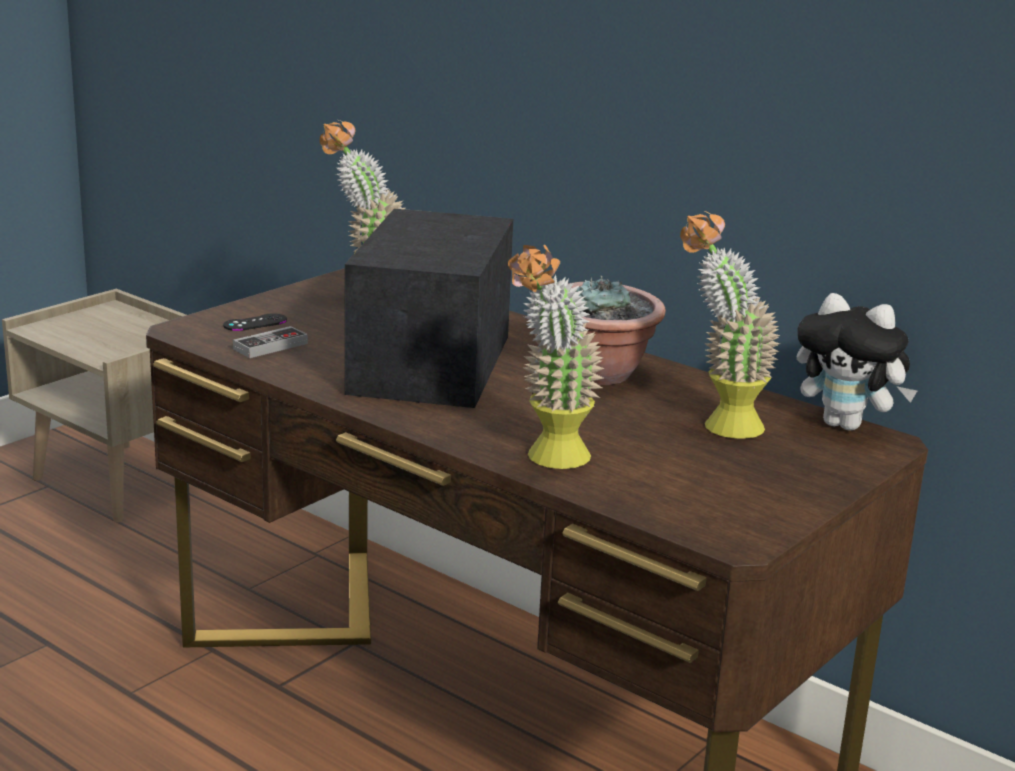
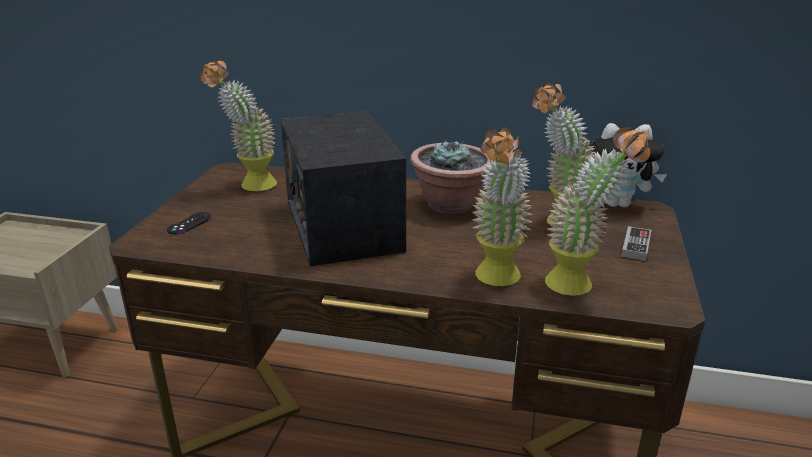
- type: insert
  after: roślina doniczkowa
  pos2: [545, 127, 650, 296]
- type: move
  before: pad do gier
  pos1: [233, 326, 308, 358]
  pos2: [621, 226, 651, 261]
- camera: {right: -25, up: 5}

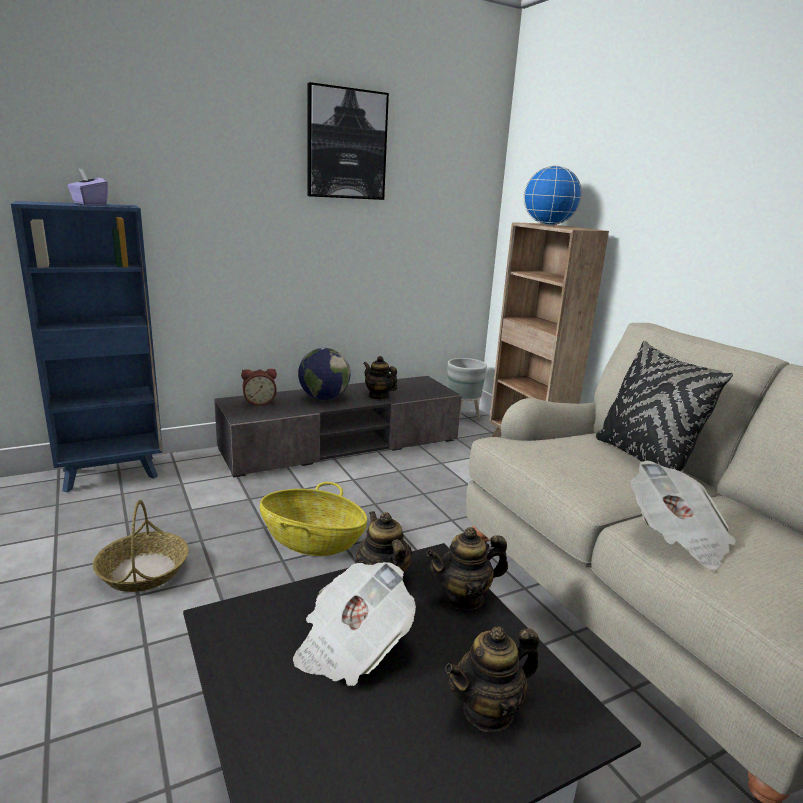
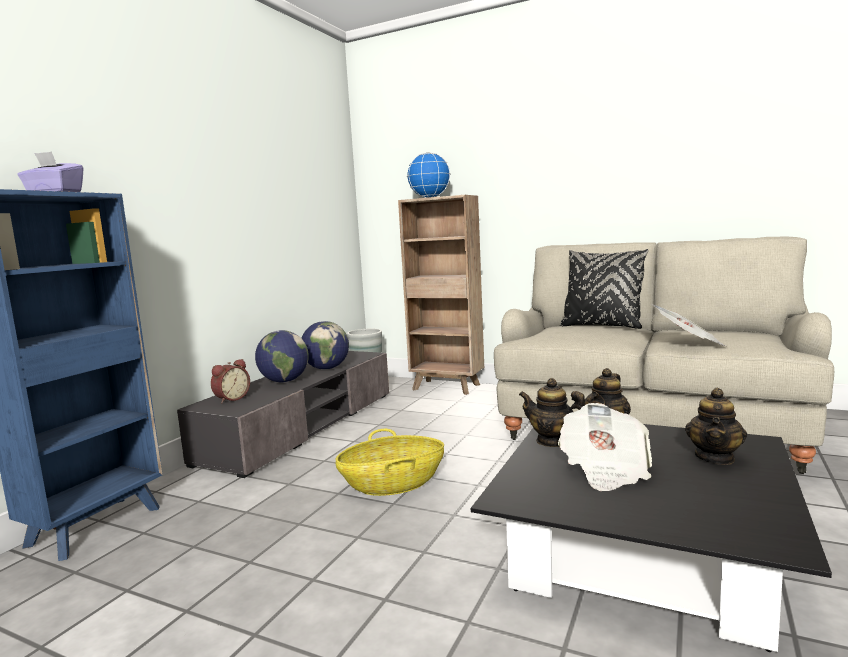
- type: replace
  before: imbryk
  after: globus
  pos1: [363, 356, 398, 399]
  pos2: [301, 321, 349, 370]
- type: delete
  before: koszyk
  pos1: [93, 500, 189, 592]
- type: delete
  before: obraz
  pos1: [307, 82, 389, 200]
- camera: {right: -35, up: -10}

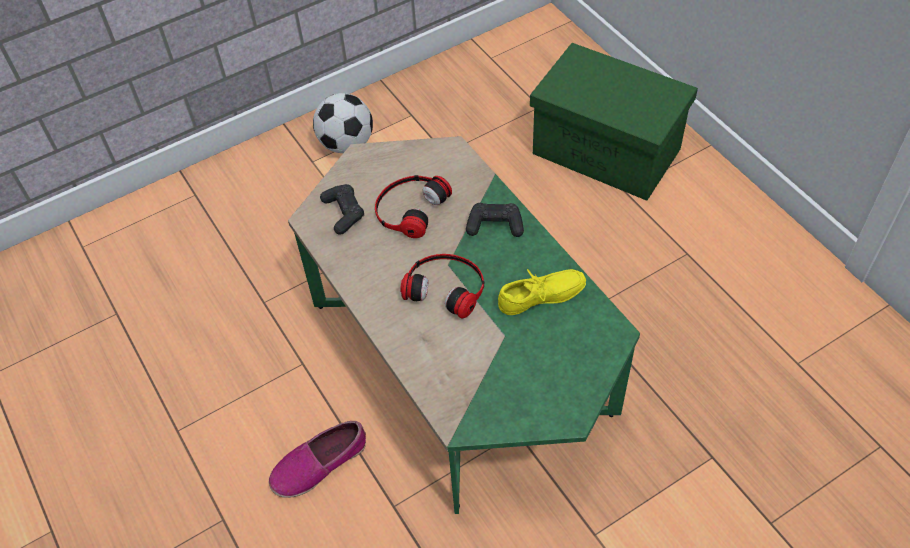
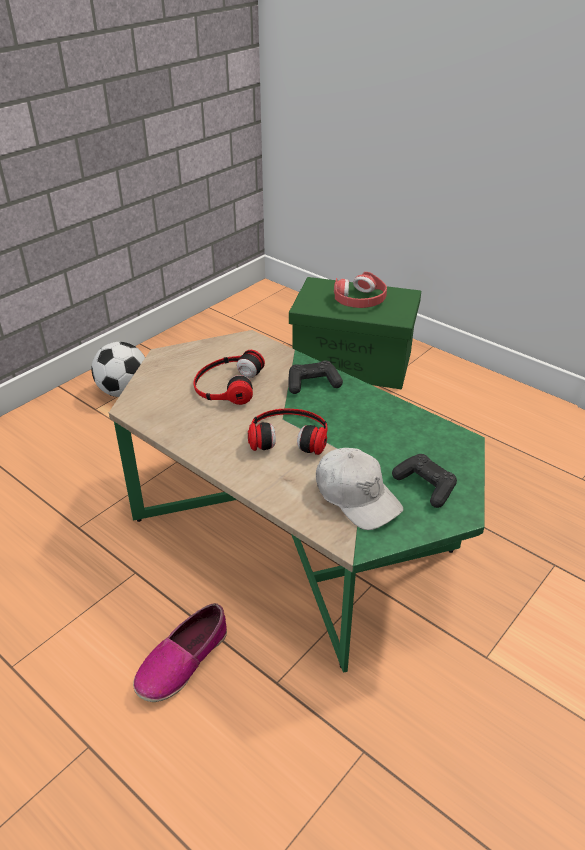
- type: insert
  after: czapka z daszkiem [biały]
  pos2: [316, 448, 403, 530]
- type: insert
  after: słuchawki [czerwony]
  pos2: [334, 272, 387, 308]
- type: move
  before: pad do gier [czarny]
  pos1: [320, 184, 364, 234]
  pos2: [392, 454, 457, 508]
- type: delete
  before: but [żółty]
  pos1: [498, 269, 586, 315]
- camera: {right: -20, up: -15}

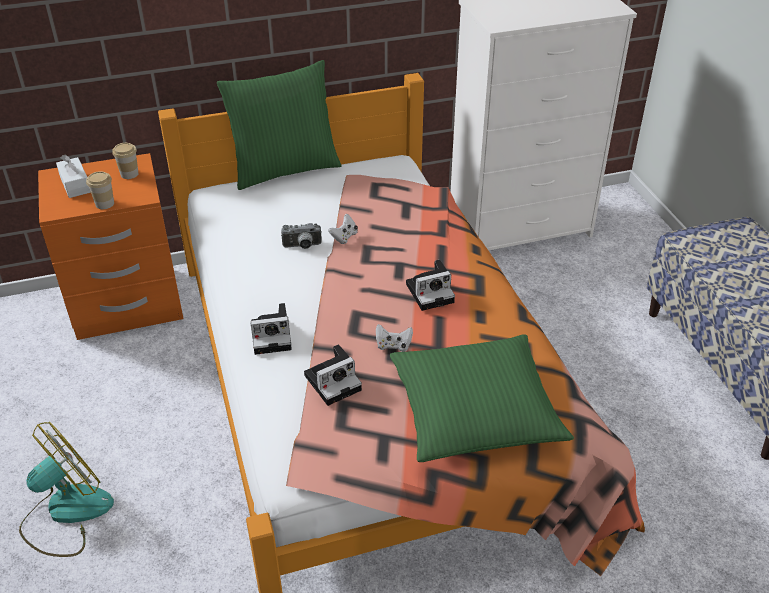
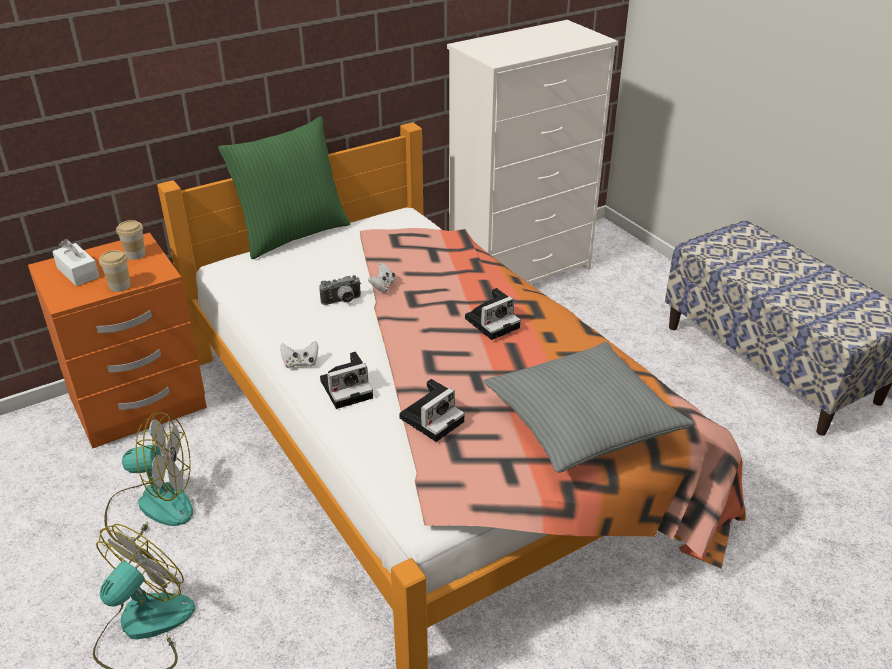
- type: insert
  after: wentylator
  pos2: [104, 412, 193, 545]
- type: move
  before: pad do gier [biały]
  pos1: [376, 324, 413, 352]
  pos2: [280, 341, 318, 368]
- type: recolor
  before: poduszka [zielony]
  after: poduszka [szary]
  pos1: [390, 334, 574, 462]
  pos2: [483, 342, 695, 473]
- camera: {right: -15, up: -5}

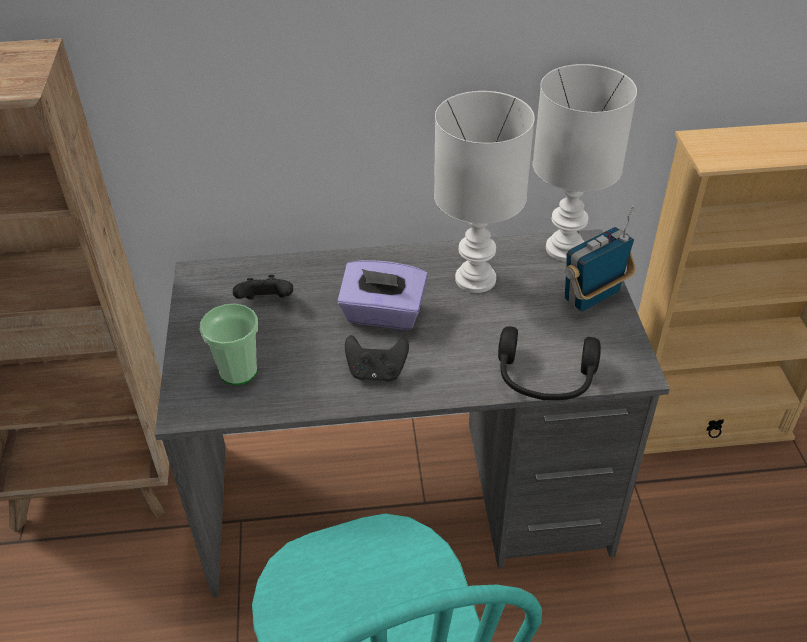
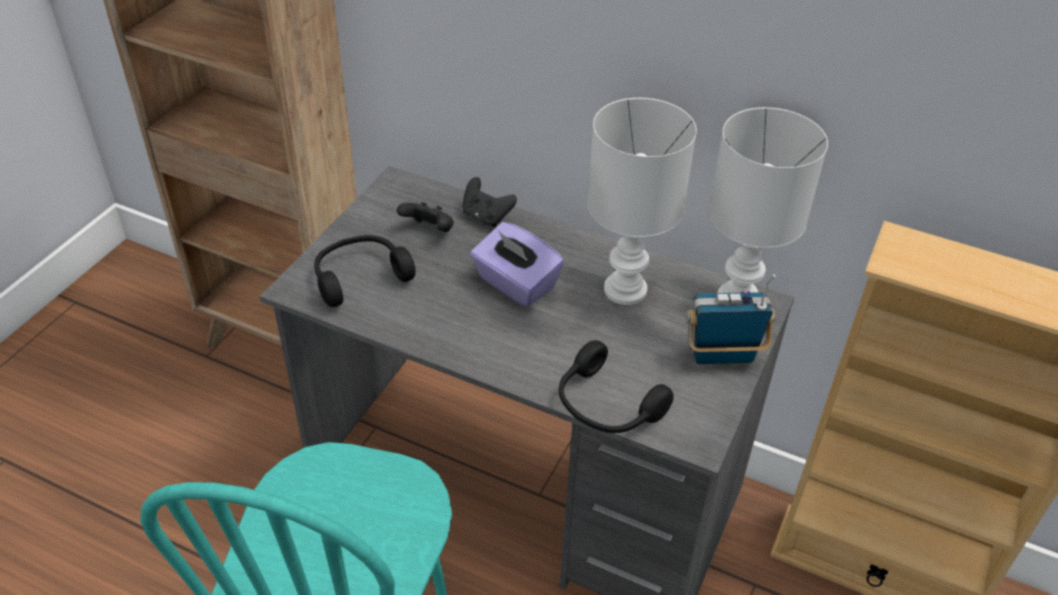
- type: replace
  before: filiżanka
  after: słuchawki [czarny]
  pos1: [199, 304, 258, 385]
  pos2: [314, 235, 416, 307]
- type: move
  before: pad do gier [czarny]
  pos1: [345, 335, 409, 382]
  pos2: [462, 177, 517, 227]
- camera: {right: 30, up: 0}

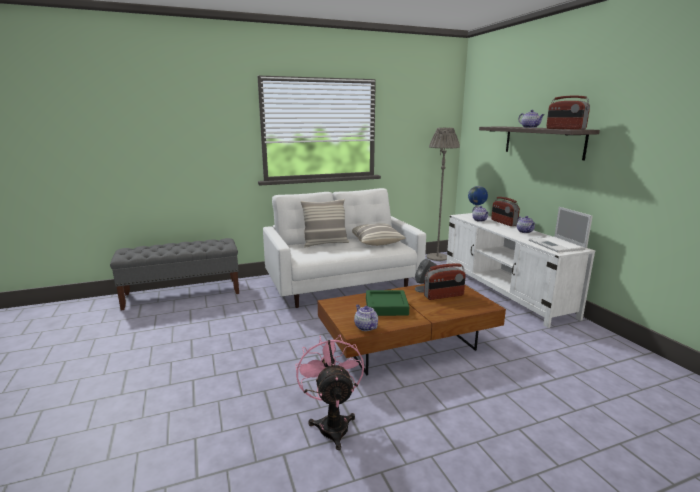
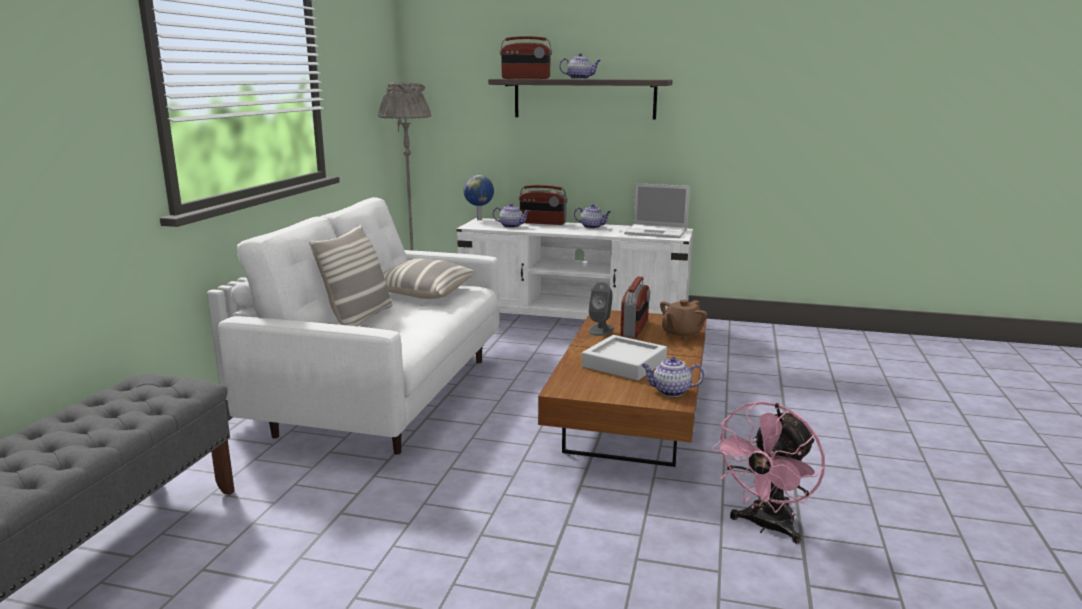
- type: move
  before: radio
  pos1: [546, 96, 590, 130]
  pos2: [500, 36, 552, 79]
- type: recolor
  before: taca [zielony]
  after: taca [szary]
  pos1: [366, 290, 409, 316]
  pos2: [582, 335, 667, 381]
- type: insert
  after: imbryk [brązowy]
  pos2: [660, 300, 708, 340]
- type: rotate
  before: wentylator [różowy]
  pos1: [295, 335, 364, 450]
  pos2: [711, 401, 825, 544]
  turn: -75
- camera: {right: -55, up: 0}

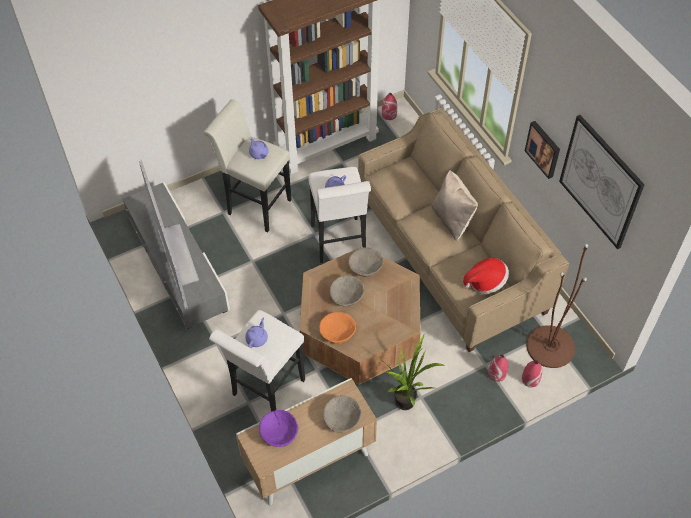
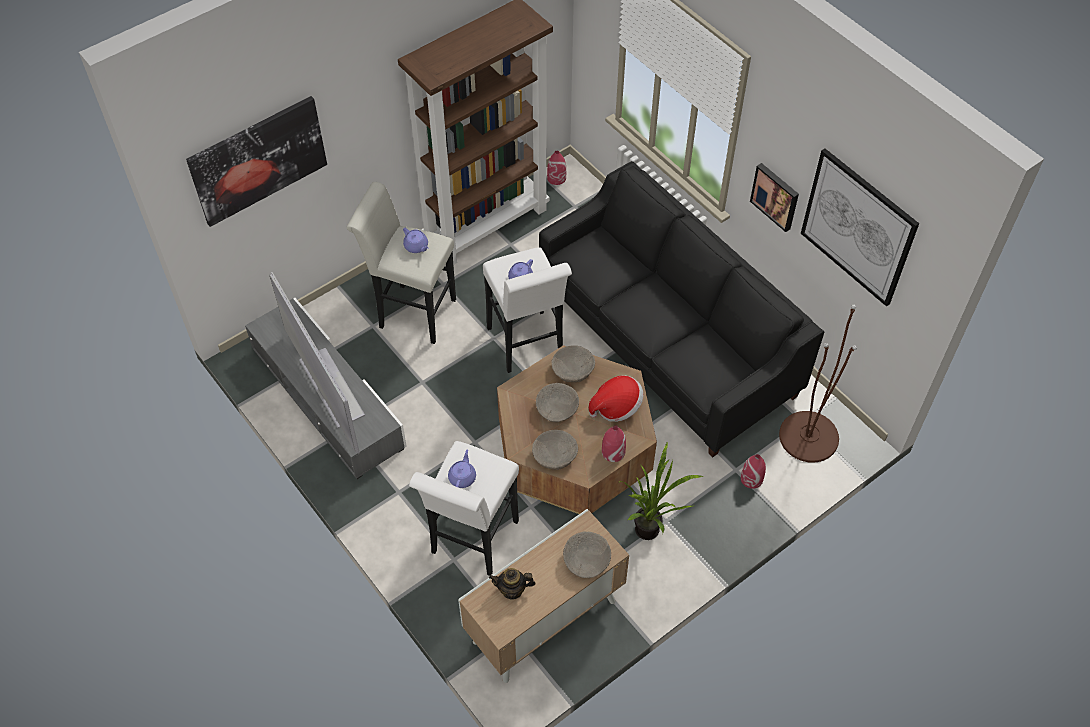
- type: insert
  after: obraz
  pos2: [186, 96, 327, 227]
- type: replace
  before: miska [fioletowy]
  after: imbryk
  pos1: [259, 410, 298, 447]
  pos2: [489, 568, 536, 600]
- type: recolor
  before: miska [pomarańczowy]
  after: miska [beżowy]
  pos1: [319, 312, 356, 344]
  pos2: [532, 430, 578, 470]
- type: recolor
  before: kanapa [beżowy]
  after: kanapa [czarny]
  pos1: [358, 108, 569, 352]
  pos2: [539, 161, 824, 458]
- type: move
  before: kapelusz
  pos1: [463, 258, 509, 294]
  pos2: [589, 375, 643, 422]
- type: move
  before: wazon [czerwony]
  pos1: [522, 360, 542, 387]
  pos2: [602, 425, 626, 462]
- type: delete
  before: poduszka [beżowy]
  pos1: [431, 170, 478, 241]
- camera: {right: -10, up: 0}

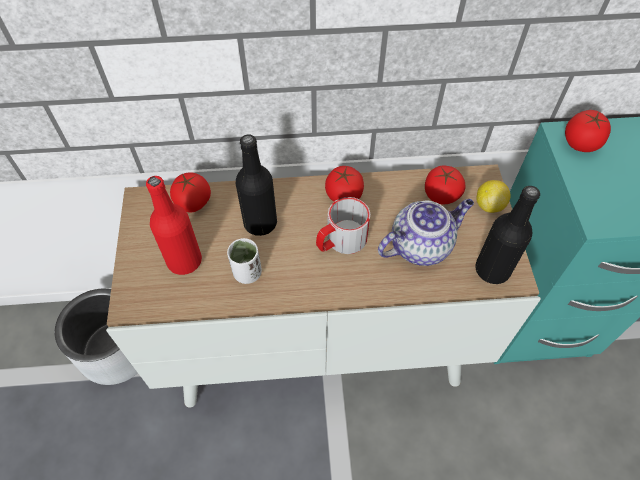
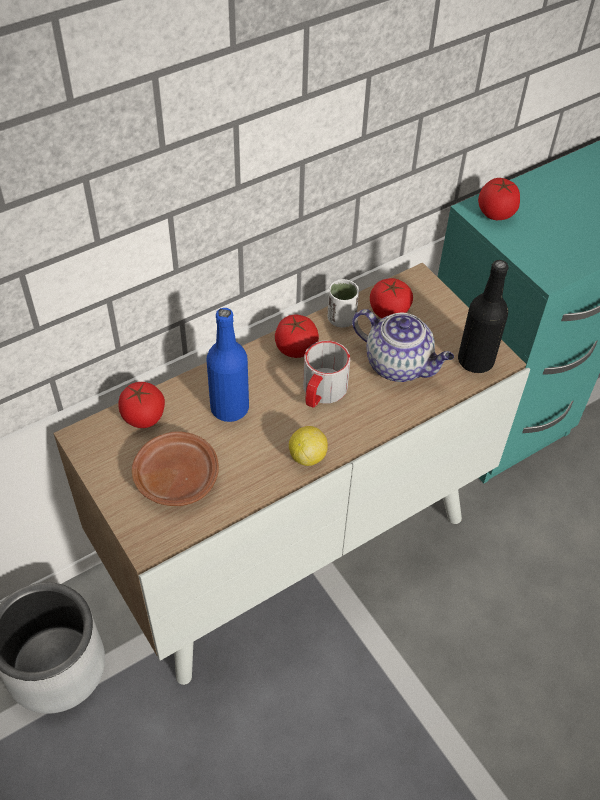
- type: replace
  before: butelka [czerwony]
  after: talerz [brązowy]
  pos1: [146, 176, 202, 275]
  pos2: [132, 431, 219, 506]
- type: recolor
  before: butelka [czarny]
  after: butelka [niebieski]
  pos1: [236, 134, 277, 236]
  pos2: [206, 308, 249, 422]
- type: move
  before: cytryna
  pos1: [476, 180, 511, 213]
  pos2: [289, 426, 328, 466]
- type: move
  before: filiżanka [biały]
  pos1: [227, 238, 262, 284]
  pos2: [328, 279, 359, 328]
- type: rotate
  before: imbryk
  pos1: [378, 199, 474, 266]
  pos2: [352, 309, 454, 382]
  turn: 90
- camera: {right: -30, up: -5}

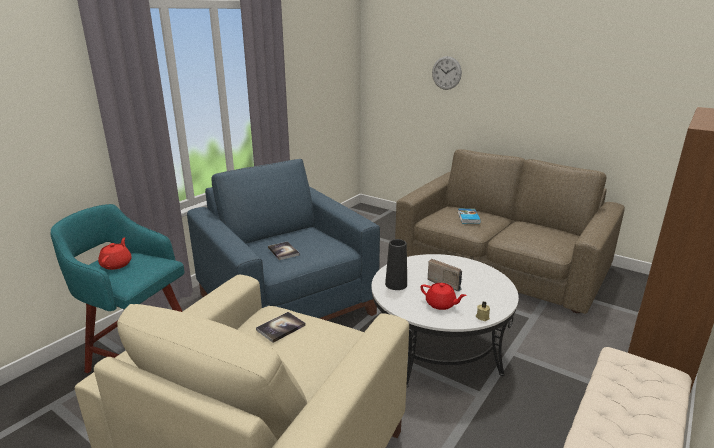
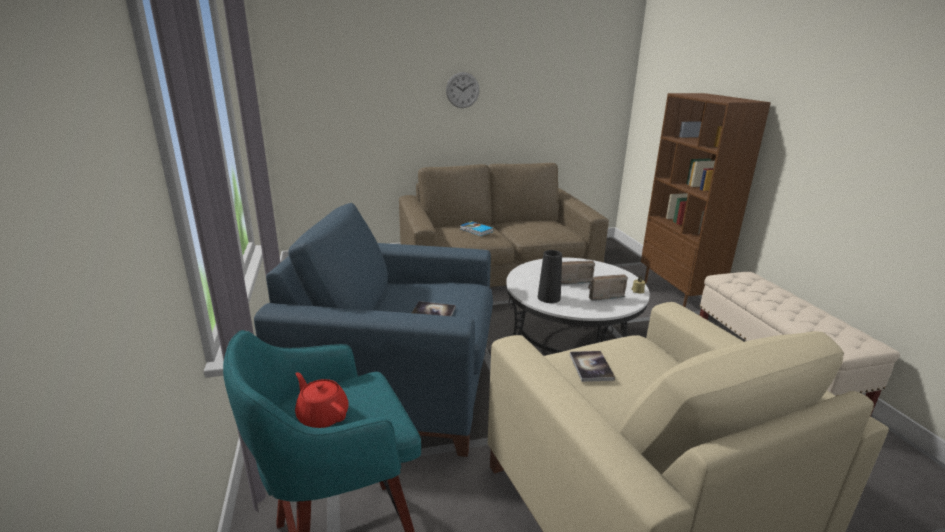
- type: move
  before: zegar ścienny
  pos1: [432, 56, 462, 90]
  pos2: [446, 72, 479, 108]
- type: replace
  before: imbryk [czerwony]
  after: radio
  pos1: [420, 283, 467, 310]
  pos2: [588, 275, 628, 300]
- camera: {right: -50, up: 0}

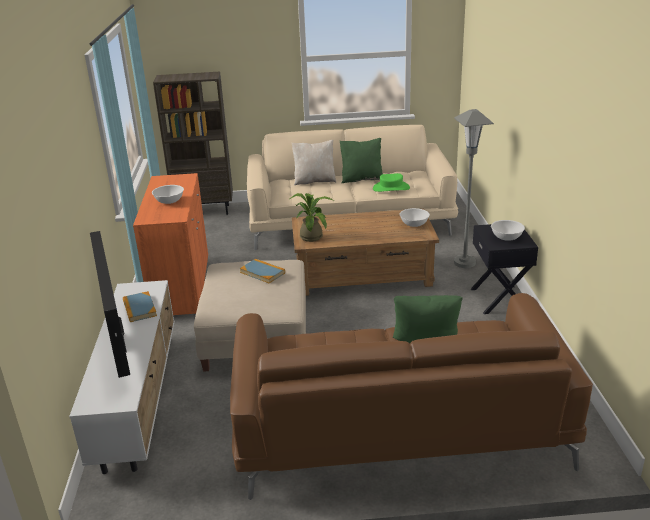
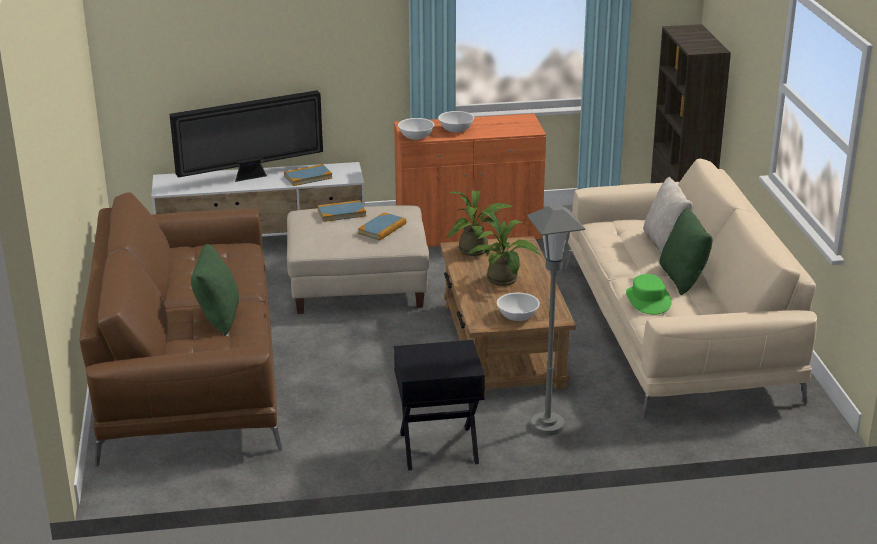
- type: insert
  after: książka
  pos2: [318, 200, 366, 222]
- type: move
  before: miska [biały]
  pos1: [491, 220, 525, 241]
  pos2: [398, 118, 434, 140]
- type: insert
  after: roślina doniczkowa
  pos2: [467, 210, 541, 286]
- camera: {right: 85, up: 0}

